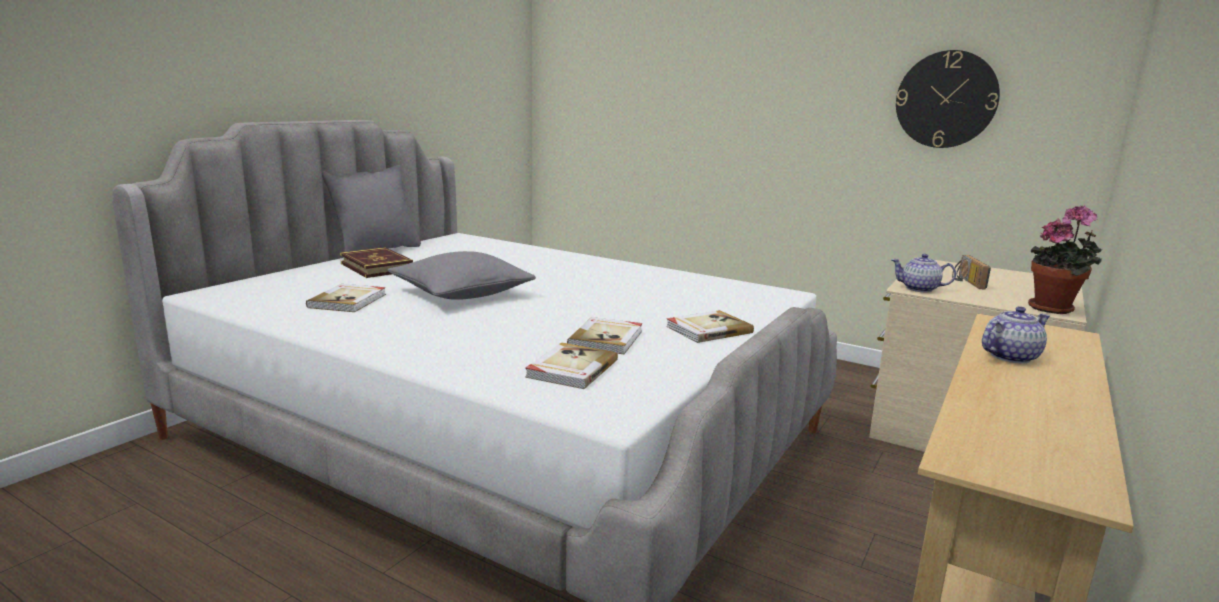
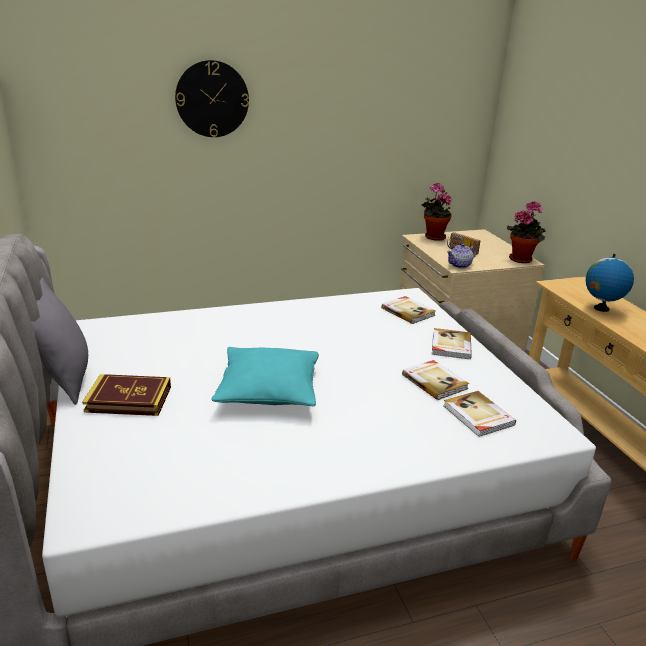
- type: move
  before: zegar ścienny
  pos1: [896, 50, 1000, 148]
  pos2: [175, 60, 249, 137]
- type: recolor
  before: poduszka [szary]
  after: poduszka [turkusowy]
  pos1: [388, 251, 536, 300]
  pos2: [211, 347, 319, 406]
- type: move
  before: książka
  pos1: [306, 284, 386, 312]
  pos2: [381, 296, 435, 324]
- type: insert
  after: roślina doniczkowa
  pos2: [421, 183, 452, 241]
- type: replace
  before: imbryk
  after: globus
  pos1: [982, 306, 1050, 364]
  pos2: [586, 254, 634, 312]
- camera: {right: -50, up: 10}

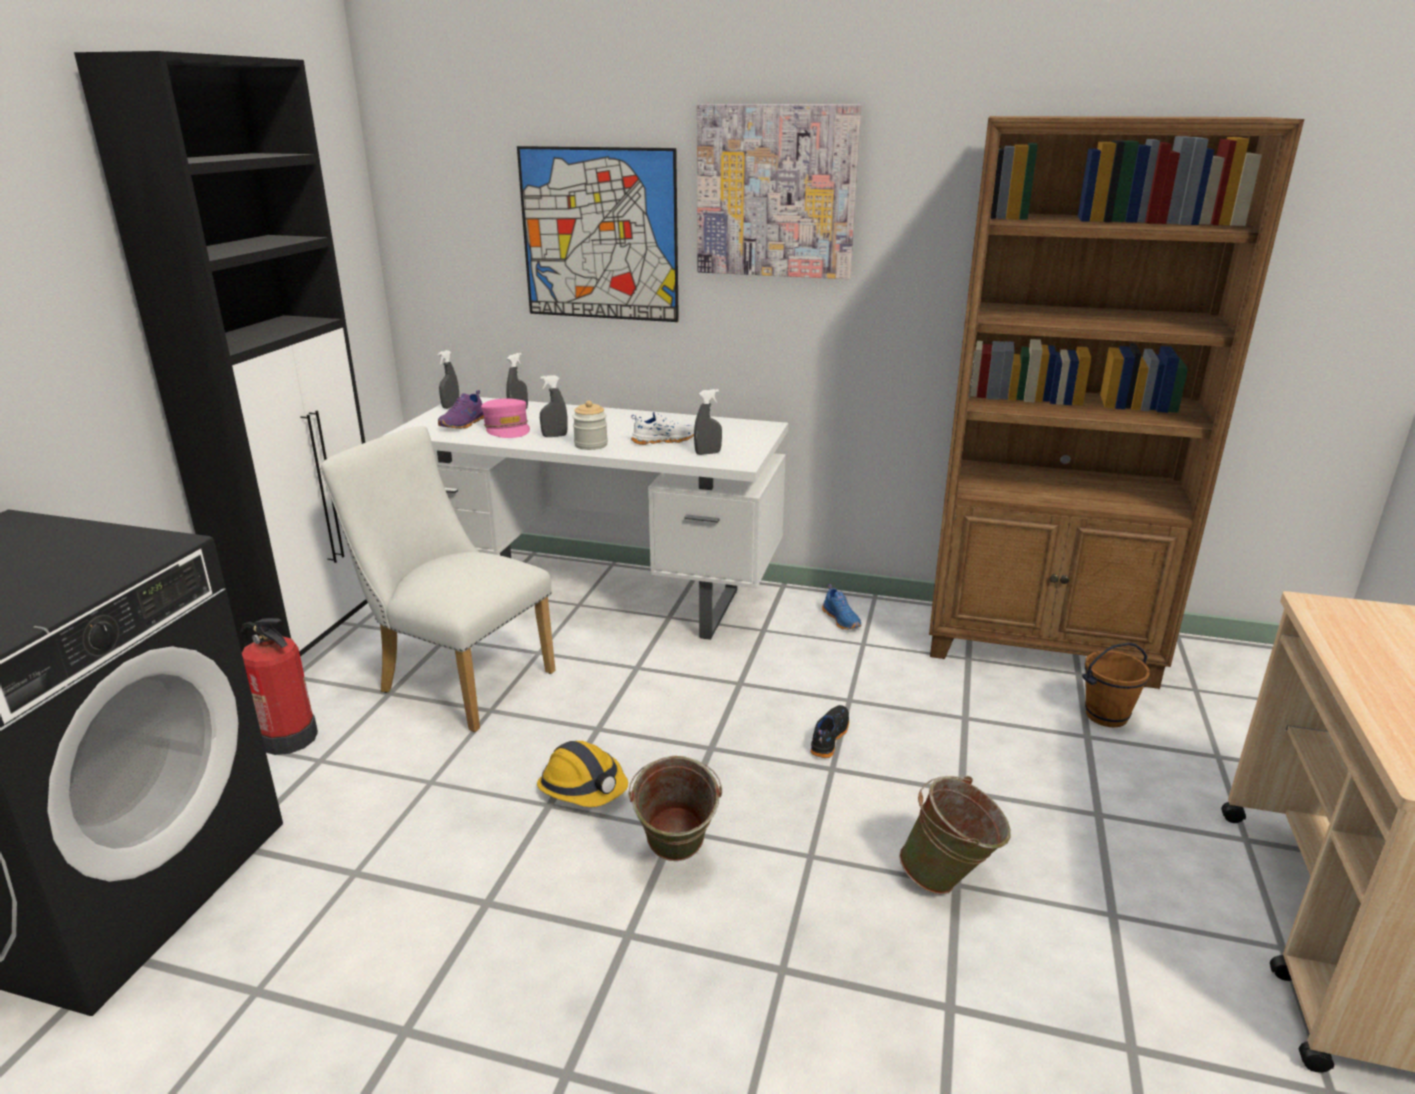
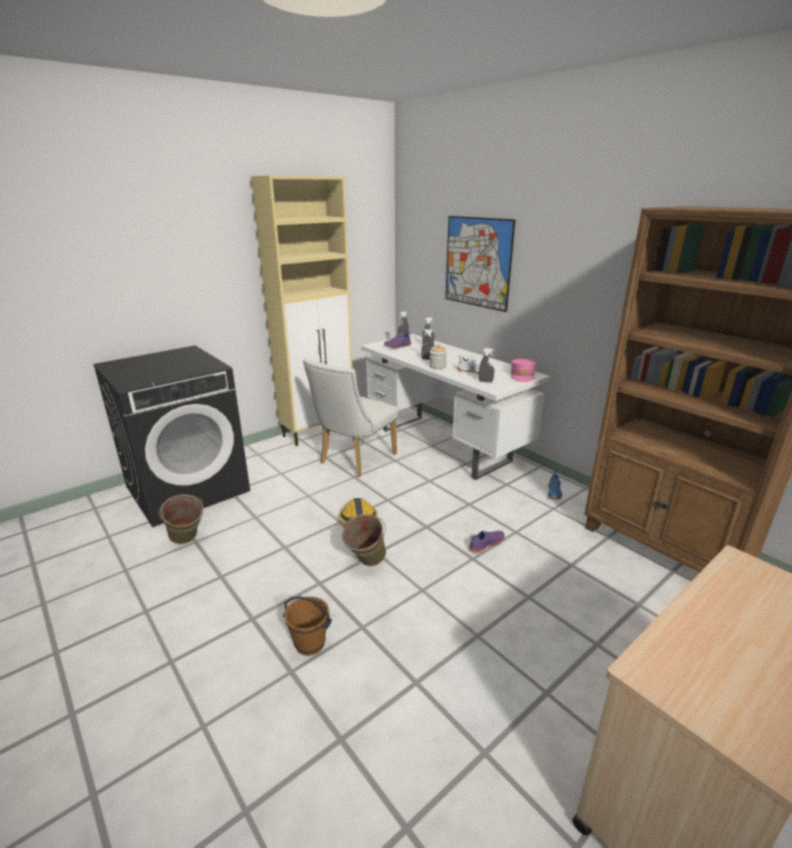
- type: move
  before: wiadro [zielony]
  pos1: [899, 776, 1011, 895]
  pos2: [158, 494, 203, 544]
- type: recolor
  before: szafka [czarny]
  after: szafka [beżowy]
  pos1: [74, 51, 368, 657]
  pos2: [251, 176, 352, 446]
- type: move
  before: wiadro [brązowy]
  pos1: [1082, 642, 1150, 727]
  pos2: [283, 596, 332, 656]
- type: rotate
  before: krzesło [biały]
  pos1: [320, 426, 555, 732]
  pos2: [303, 358, 398, 477]
  turn: -120
- type: recolor
  before: but [czarny]
  after: but [fioletowy]
  pos1: [810, 705, 849, 758]
  pos2: [469, 531, 505, 553]
- type: move
  before: czapka z daszkiem [różowy]
  pos1: [481, 398, 530, 438]
  pos2: [511, 359, 536, 382]
- type: delete
  before: gaśnica
  pos1: [240, 618, 318, 755]
- type: delete
  before: obraz
  pos1: [697, 104, 861, 279]
- camera: {right: 35, up: 0}

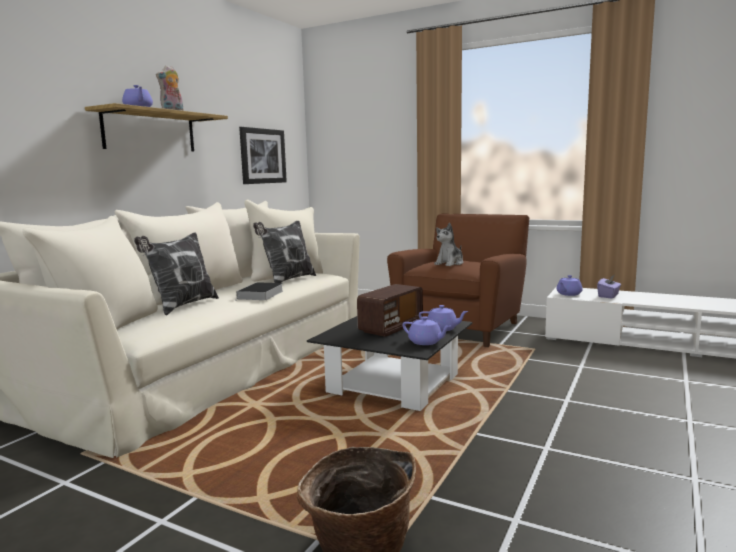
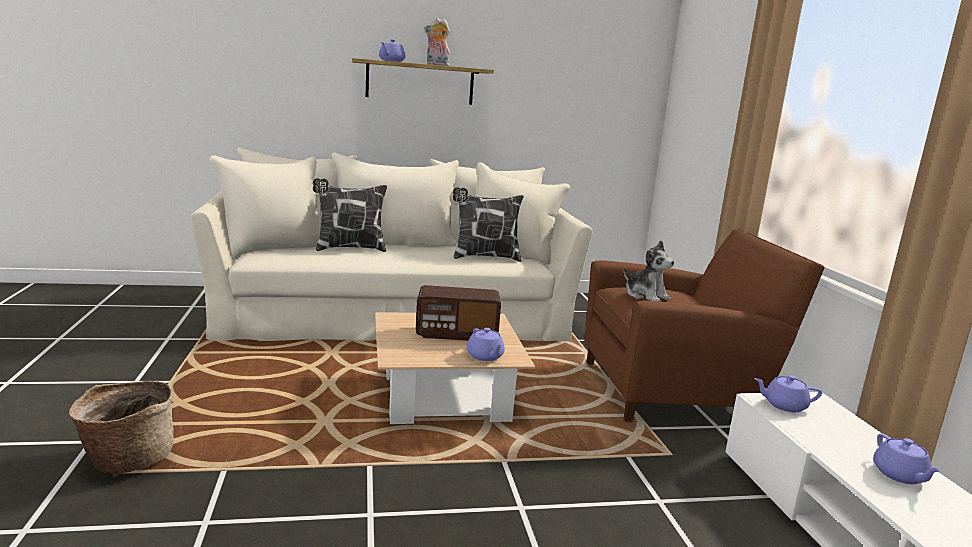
- type: recolor
  before: ława [czarny]
  after: ława [beżowy]
  pos1: [307, 316, 472, 411]
  pos2: [375, 312, 535, 424]
- type: rotate
  before: pluszak
  pos1: [434, 223, 463, 266]
  pos2: [624, 240, 675, 302]
  turn: -135
- type: move
  before: imbryk [fioletowy]
  pos1: [403, 316, 450, 345]
  pos2: [873, 433, 940, 484]
- type: delete
  before: książka
  pos1: [236, 282, 283, 300]
- type: delete
  before: obraz
  pos1: [239, 127, 287, 184]
- type: delete
  before: pudełko chusteczek [fioletowy]
  pos1: [597, 275, 621, 298]
- camera: {right: 50, up: 5}

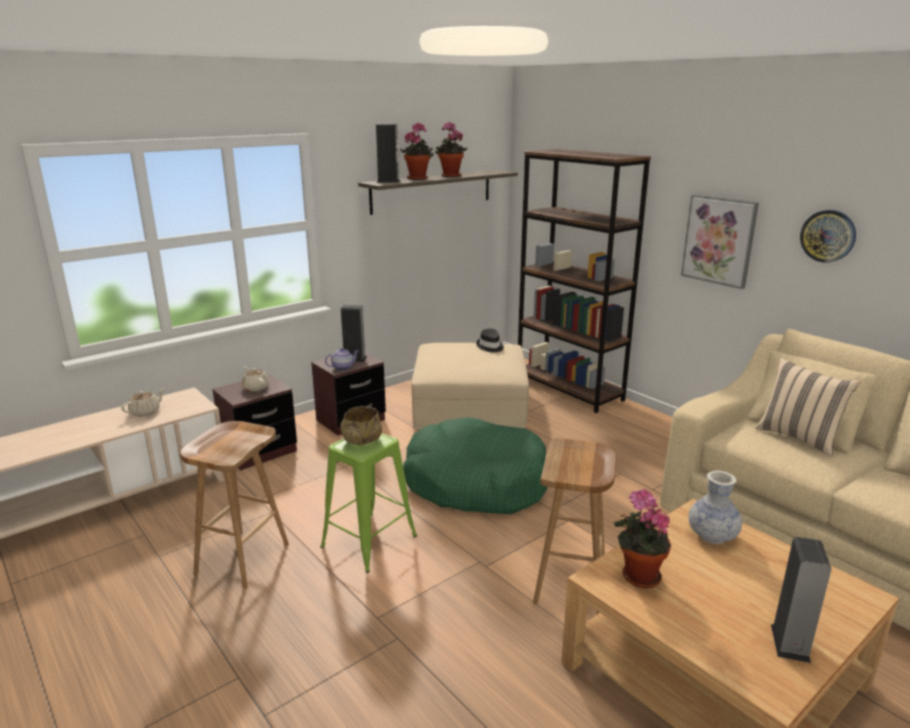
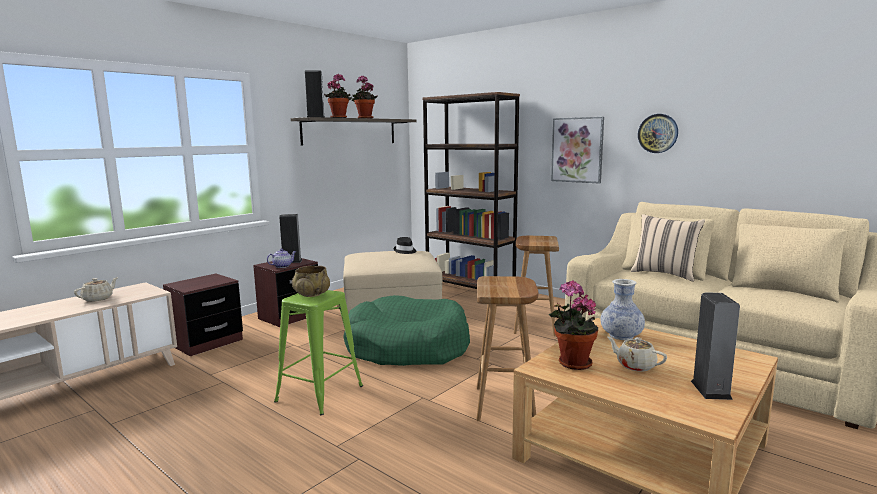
- type: move
  before: stołek [brązowy]
  pos1: [180, 421, 289, 589]
  pos2: [514, 236, 559, 336]
- type: move
  before: imbryk [beżowy]
  pos1: [241, 366, 269, 392]
  pos2: [607, 336, 667, 372]
- camera: {right: -10, up: -10}

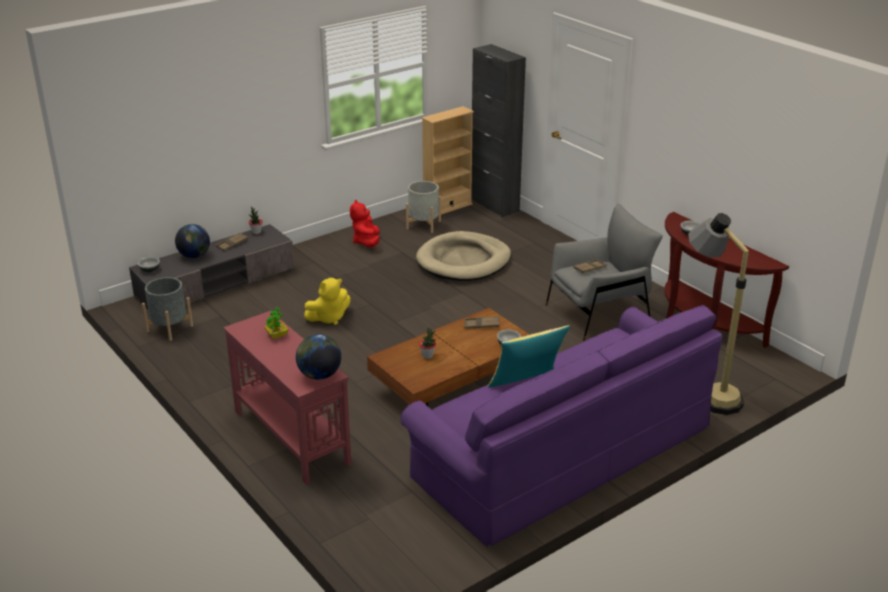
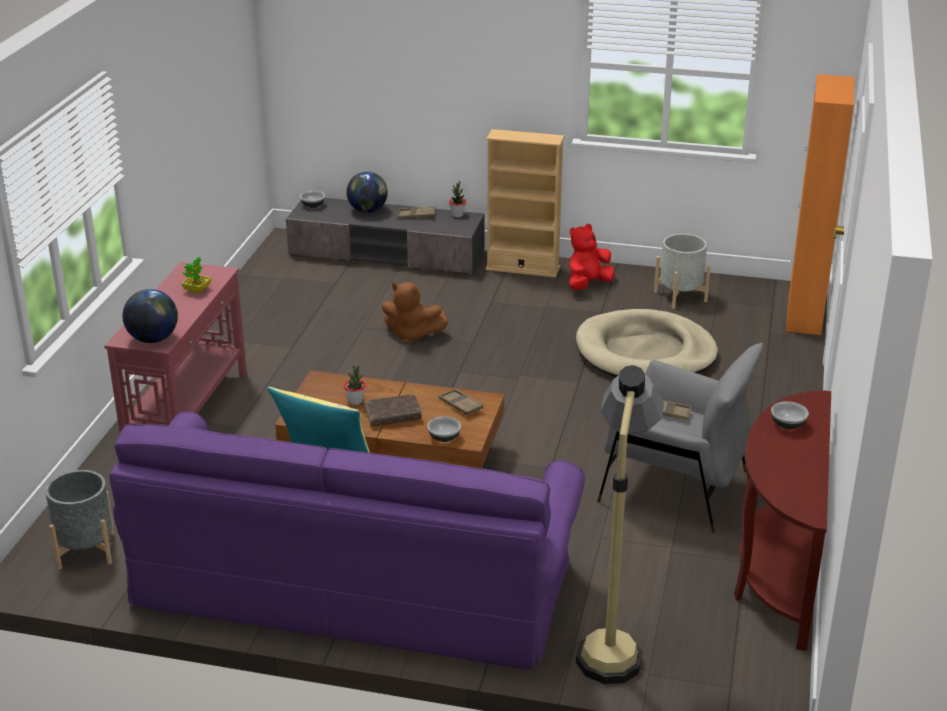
- type: move
  before: donica [szary]
  pos1: [142, 277, 193, 341]
  pos2: [45, 470, 115, 570]
- type: insert
  after: książka [brązowy]
  pos2: [364, 394, 422, 426]
- type: recolor
  before: pluszak [żółty]
  after: pluszak [brązowy]
  pos1: [304, 278, 351, 325]
  pos2: [382, 282, 449, 344]
- type: move
  before: regał [beżowy]
  pos1: [421, 106, 474, 216]
  pos2: [486, 129, 565, 278]
- type: recolor
  before: szafka [czarny]
  after: szafka [pomarańczowy]
  pos1: [471, 44, 526, 217]
  pos2: [786, 74, 854, 335]
- camera: {right: 50, up: 0}

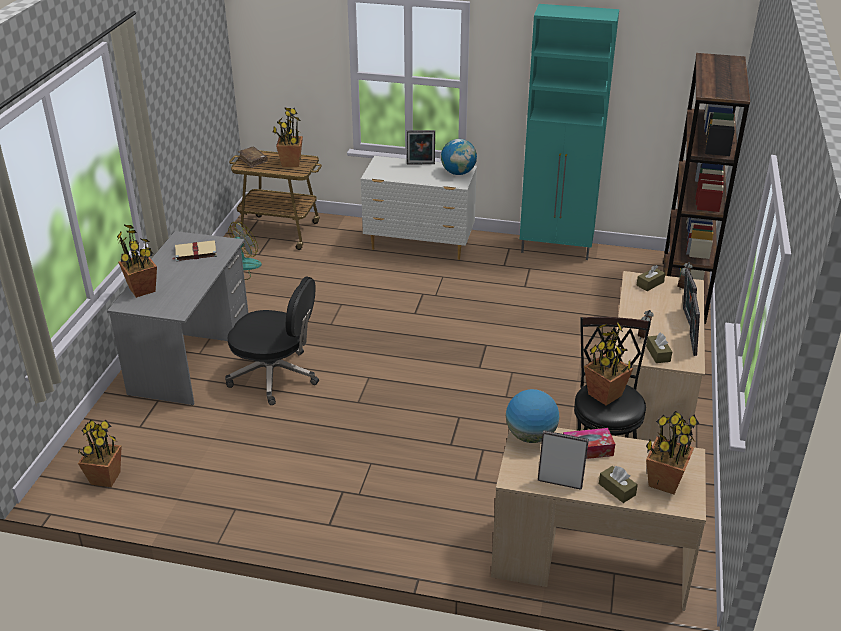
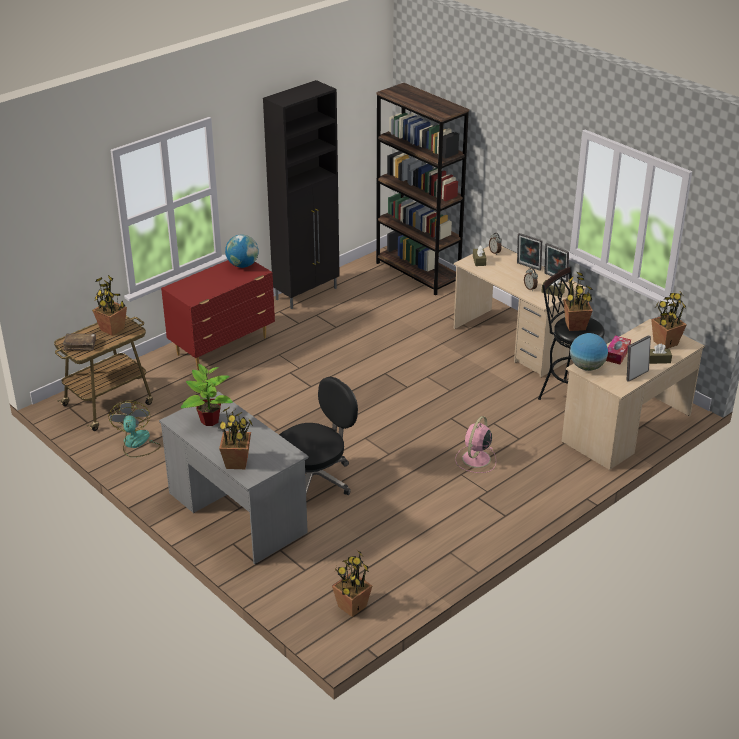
- type: recolor
  before: komoda [biały]
  after: komoda [czerwony]
  pos1: [361, 156, 477, 260]
  pos2: [161, 260, 275, 370]
- type: replace
  before: książka [beżowy]
  after: roślina doniczkowa
  pos1: [173, 240, 217, 262]
  pos2: [181, 364, 233, 426]
- type: recolor
  before: szafka [turkusowy]
  after: szafka [czarny]
  pos1: [519, 4, 619, 260]
  pos2: [263, 80, 340, 309]
- type: insert
  after: wentylator [różowy]
  pos2: [455, 416, 496, 473]
- type: delete
  before: ramka na zdjęcie
  pos1: [407, 130, 435, 165]
- camera: {right: -55, up: 0}

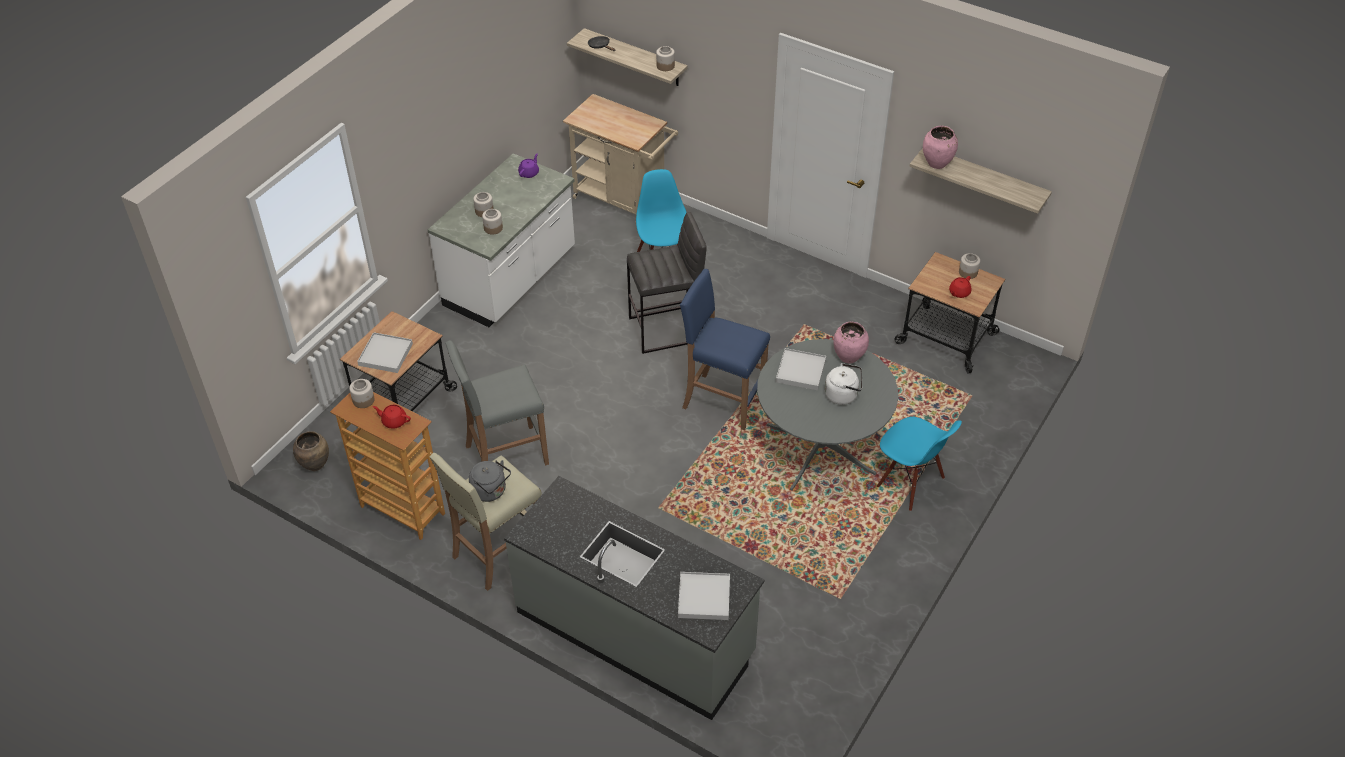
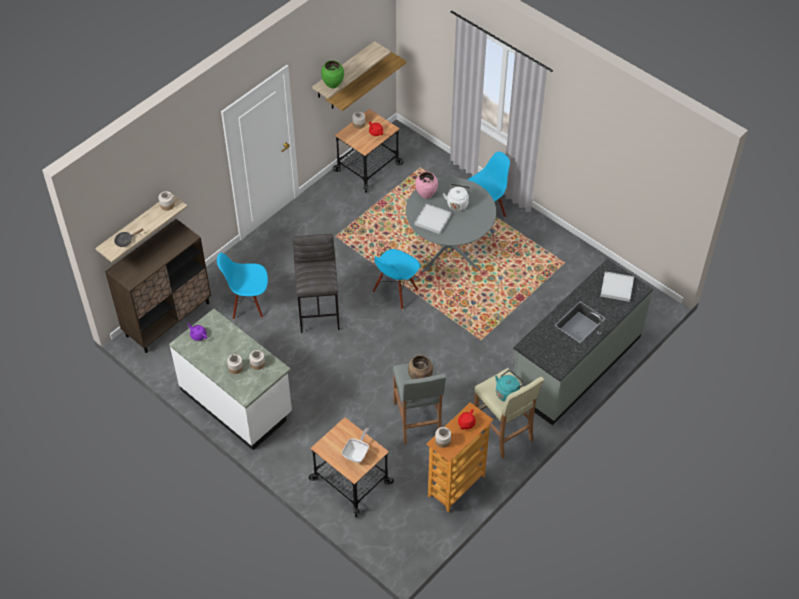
- type: replace
  before: wózek [beżowy]
  after: szafka [brązowy]
  pos1: [563, 94, 678, 224]
  pos2: [105, 219, 211, 353]
- type: recolor
  before: wazon [różowy]
  after: wazon [zielony]
  pos1: [923, 126, 958, 169]
  pos2: [321, 60, 344, 88]
- type: insert
  after: półka
  pos2: [326, 52, 406, 111]
- type: replace
  before: taca [biały]
  after: patelnia
  pos1: [357, 332, 413, 373]
  pos2: [342, 428, 369, 463]
- type: replace
  before: stołek [niebieski]
  after: krzesło [niebieski]
  pos1: [680, 269, 770, 430]
  pos2: [373, 249, 420, 310]
- type: move
  before: wazon [brązowy]
  pos1: [293, 431, 329, 471]
  pos2: [408, 355, 433, 379]
- type: recolor
  before: czajnik [szary]
  after: czajnik [turkusowy]
  pos1: [469, 460, 511, 502]
  pos2: [495, 370, 525, 402]
- camera: {right: -80, up: 5}

